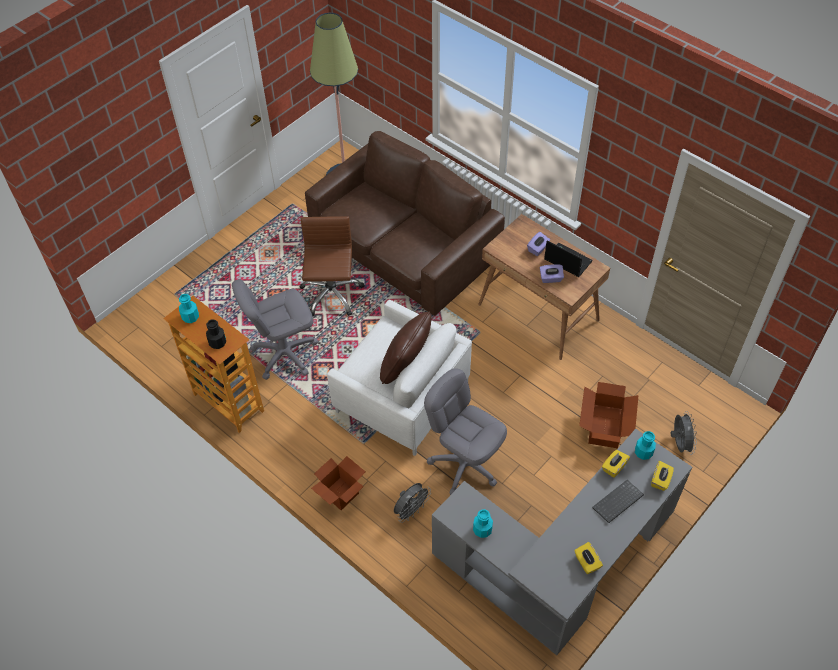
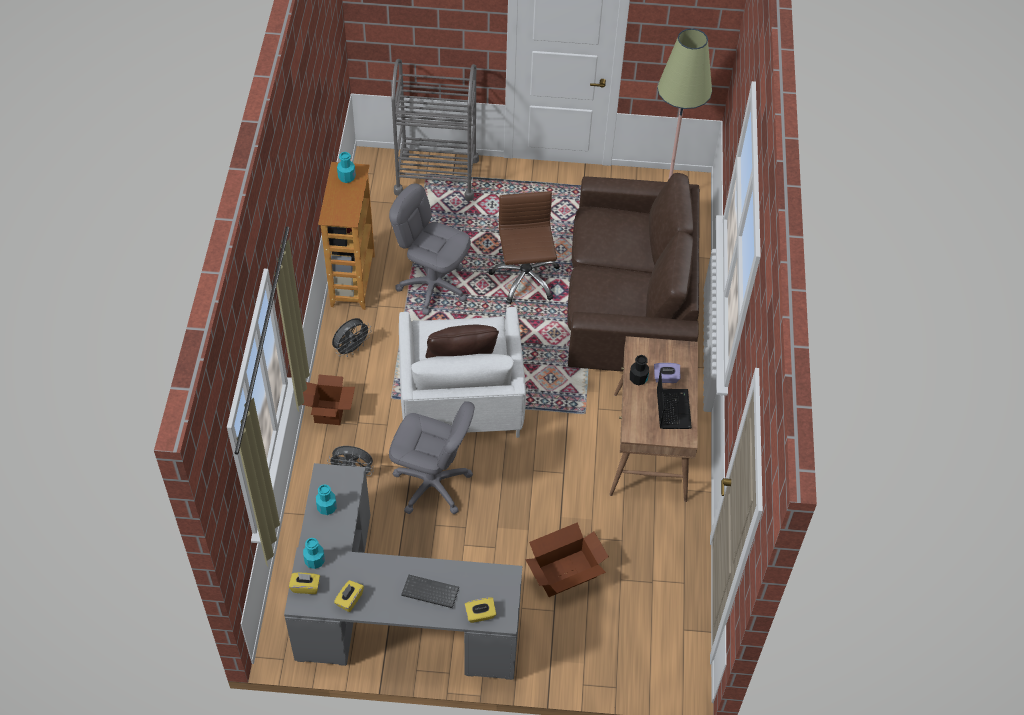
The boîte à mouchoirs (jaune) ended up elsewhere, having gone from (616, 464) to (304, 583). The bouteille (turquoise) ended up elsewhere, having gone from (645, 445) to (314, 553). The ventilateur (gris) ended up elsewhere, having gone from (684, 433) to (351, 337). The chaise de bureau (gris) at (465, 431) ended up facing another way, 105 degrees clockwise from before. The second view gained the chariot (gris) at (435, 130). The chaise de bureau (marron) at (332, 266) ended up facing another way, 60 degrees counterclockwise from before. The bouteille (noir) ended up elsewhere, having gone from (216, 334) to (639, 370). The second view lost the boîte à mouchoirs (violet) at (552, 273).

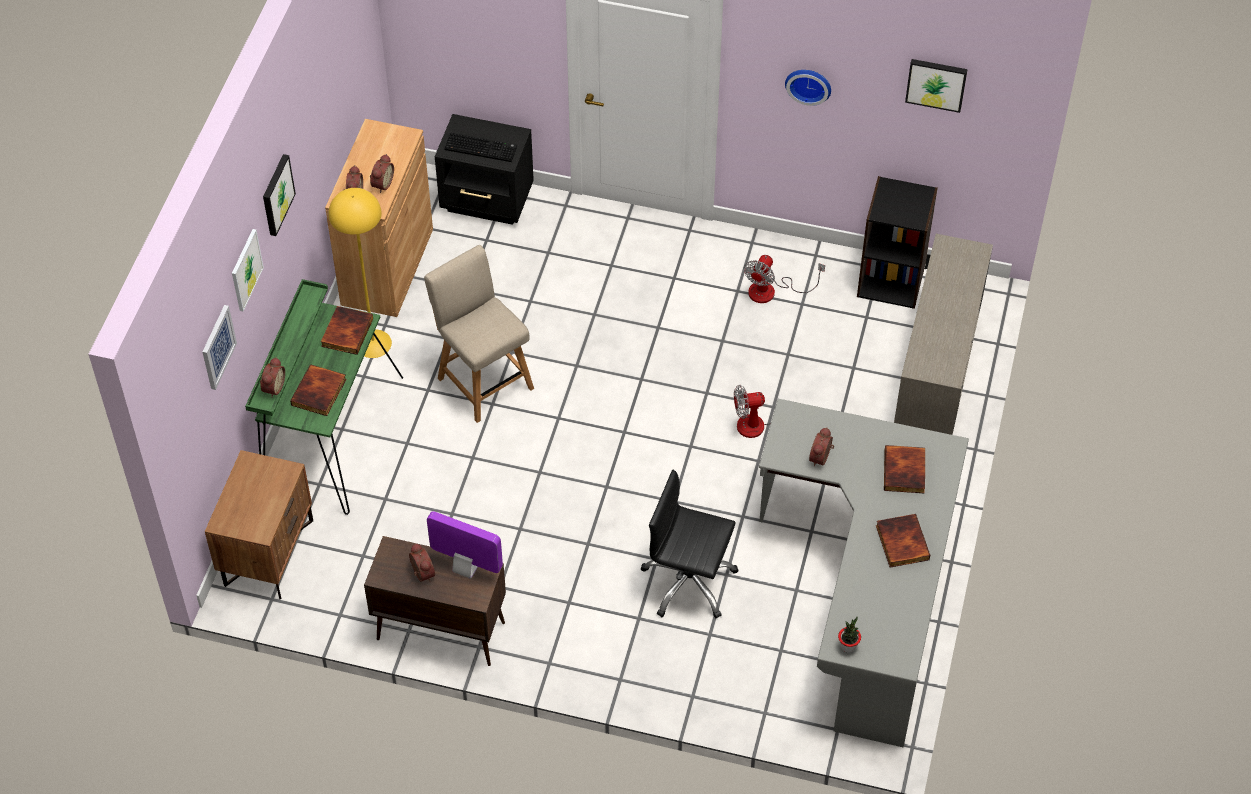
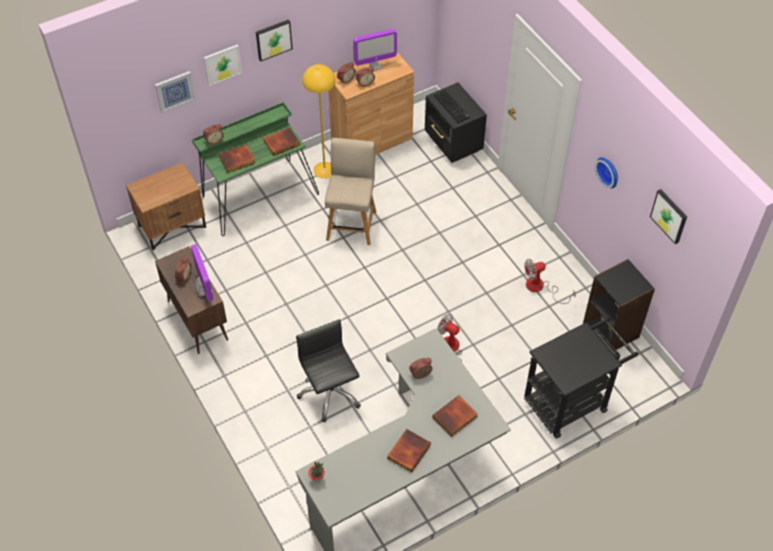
The second view gained the écran d'ordinateur at (375, 49). Where the meuble de rangement (beige) stood at (943, 334), the chariot (noir) came to stand at (581, 378).

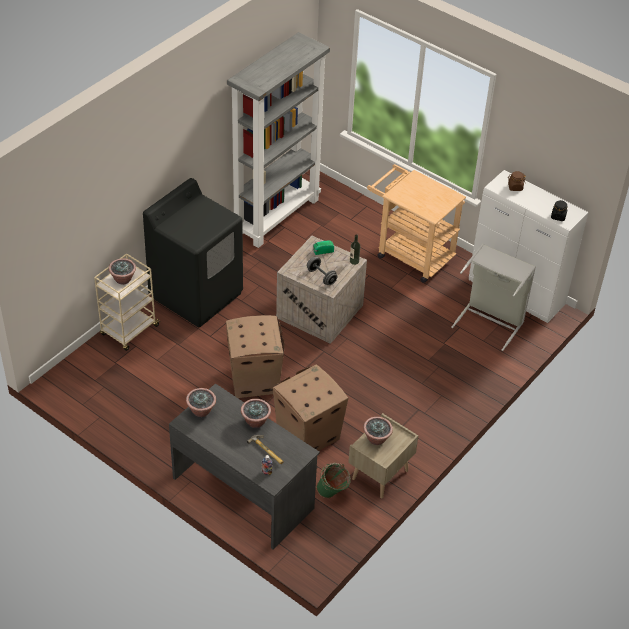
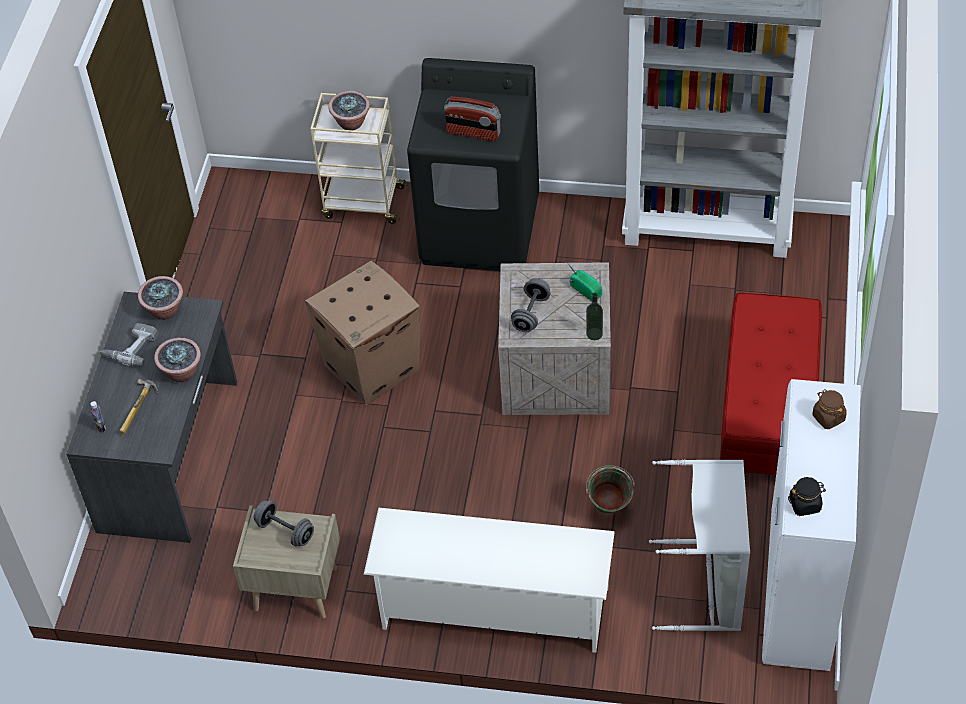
The second view gained the perceuse at (129, 345). Where the plante en pot stood at (378, 431), the haltère (gris) came to stand at (284, 523). The second view gained the étagère à chaussures (blanc) at (489, 580). The second view gained the radio at (472, 118). The seau (vert) ended up elsewhere, having gone from (334, 480) to (610, 489). Where the chariot (beige) stood at (416, 223), the banc (rouge) came to stand at (771, 384). The second view lost the carton at (310, 407).

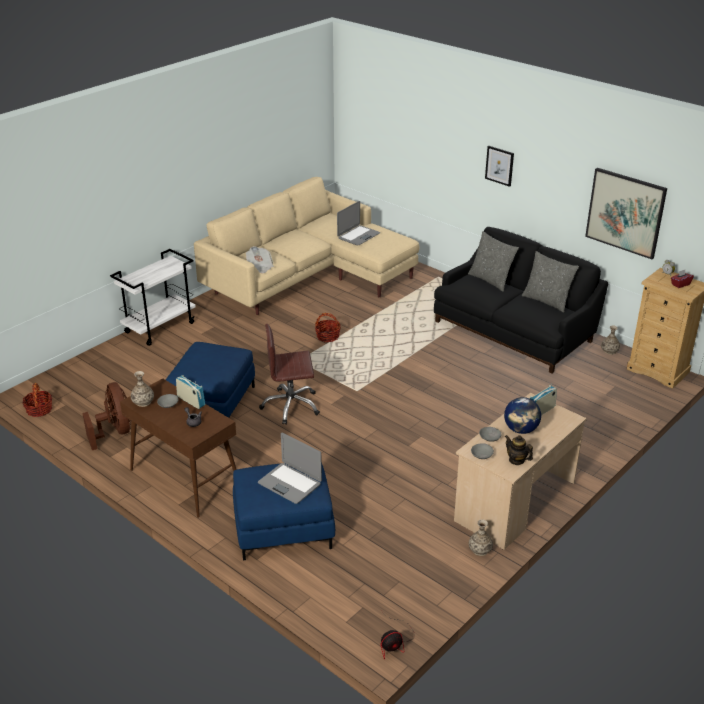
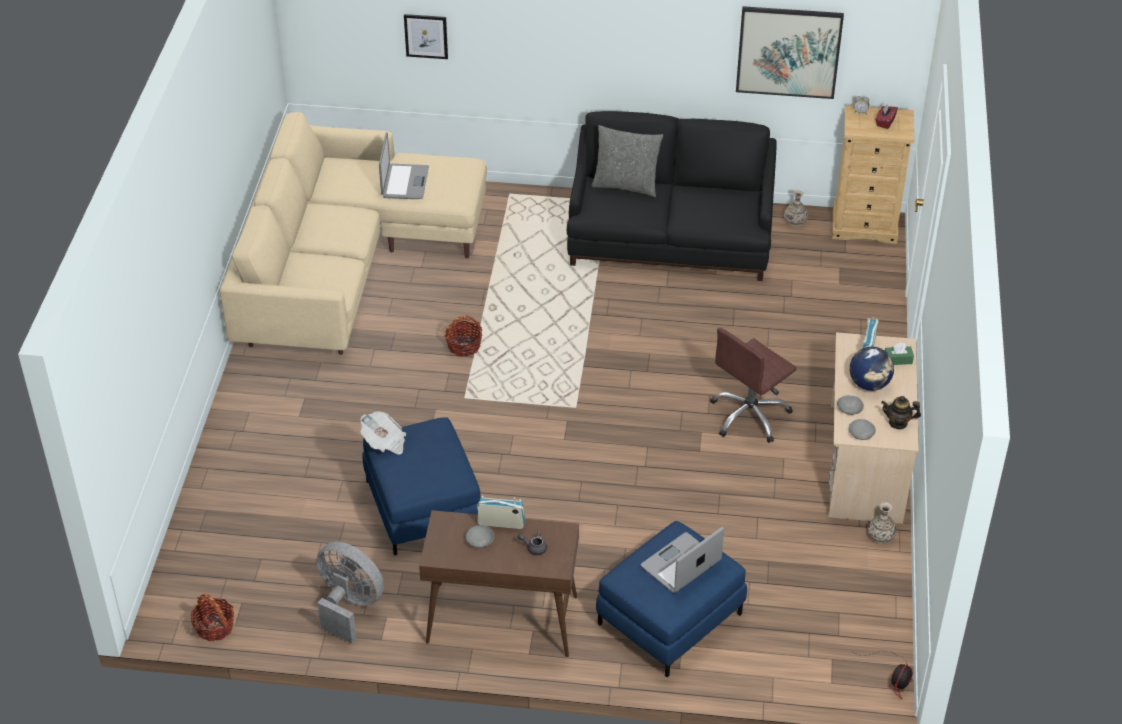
What was the ventilateur (marron) at (107, 416) turned into the ventilateur (gris) at (350, 592). The journal ended up elsewhere, having gone from (260, 260) to (383, 433). The tableau ended up elsewhere, having gone from (499, 166) to (426, 36). The ordinateur portable at (290, 468) ended up facing another way, 135 degrees clockwise from before. The chaise de bureau (marron) ended up elsewhere, having gone from (289, 374) to (753, 385). The second view gained the boîte à mouchoirs (vert) at (899, 354). The second view lost the chariot (blanc) at (153, 297). The second view lost the vase at (142, 389). The second view lost the coussin (gris) at (550, 282).

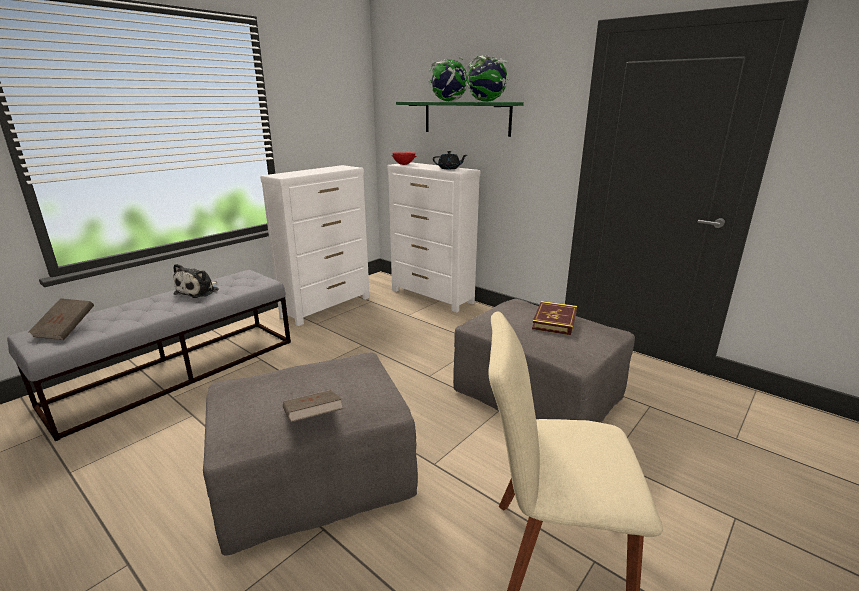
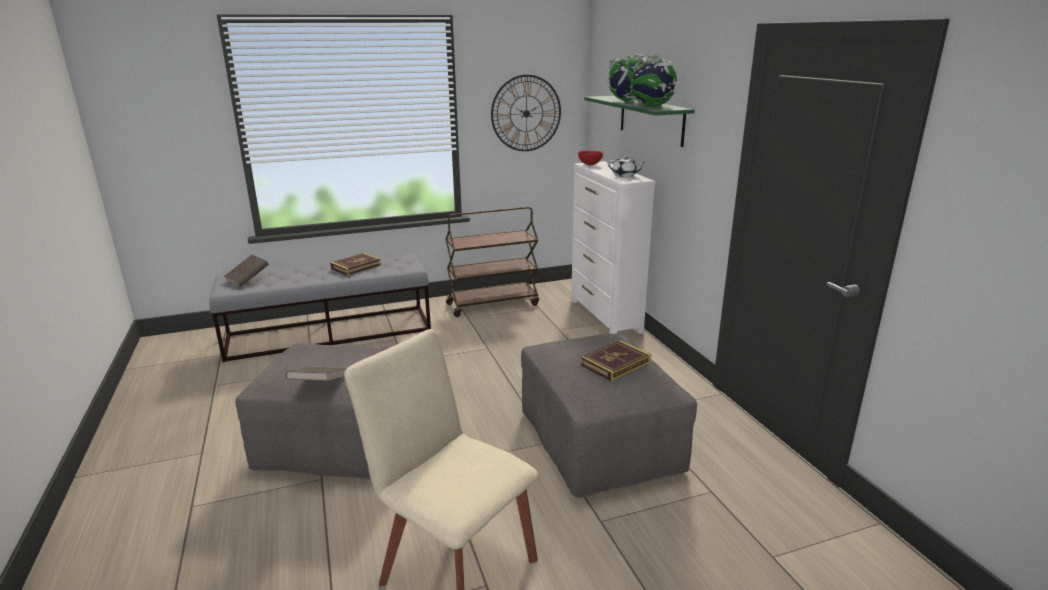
Where the peluche stood at (196, 281), the livre came to stand at (356, 264). Where the commode (blanc) stood at (315, 245), the chariot (marron) came to stand at (492, 262). The second view gained the horloge murale at (526, 113). What was the théière (noir) at (450, 160) turned into the théière (blanc) at (626, 166).

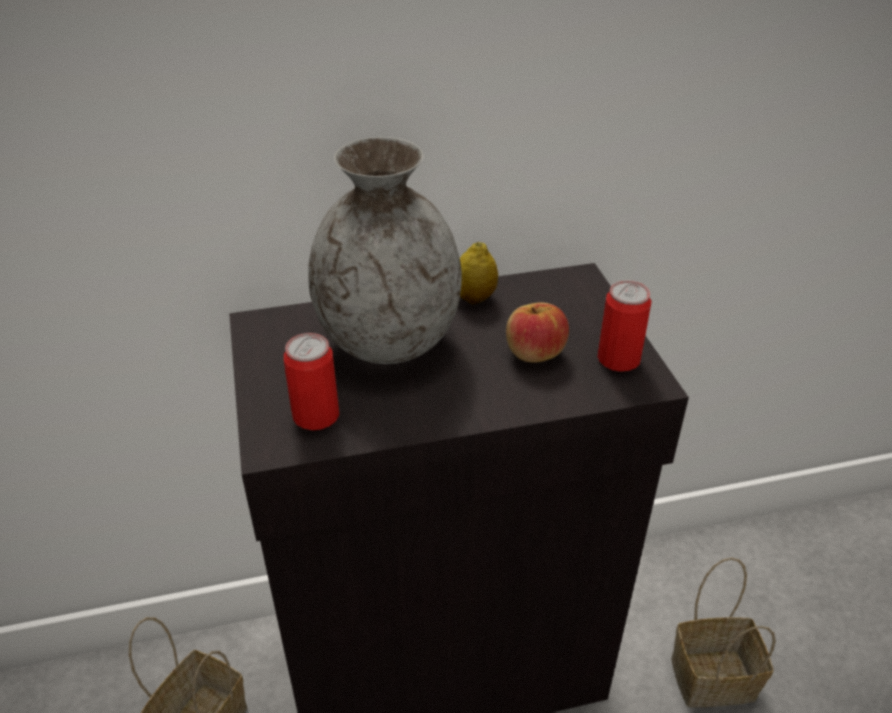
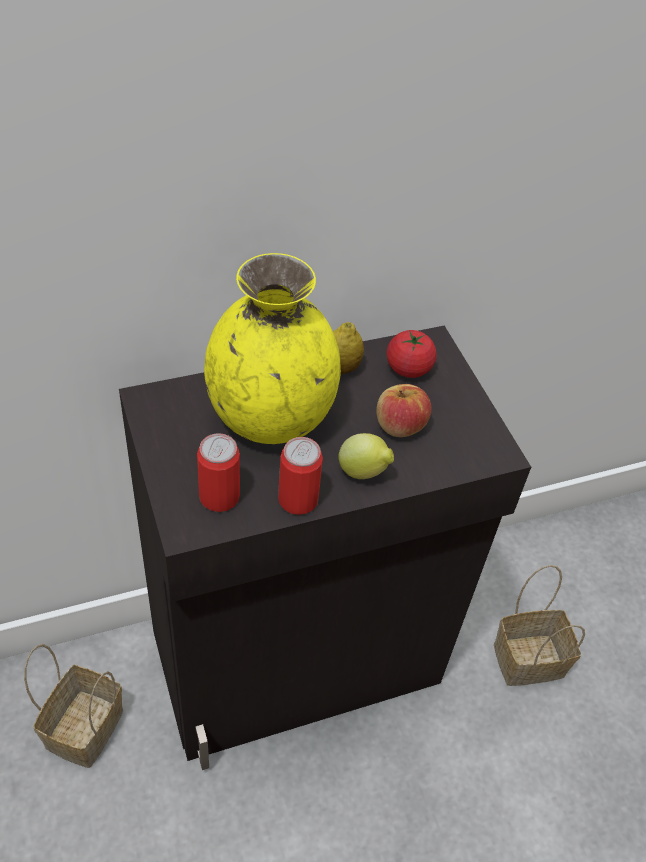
What was the vase (gris) at (385, 250) turned into the vase (jaune) at (272, 348). The boîte métallique ended up elsewhere, having gone from (624, 326) to (300, 476). The second view gained the citron at (366, 456). The second view gained the tomate at (411, 354).

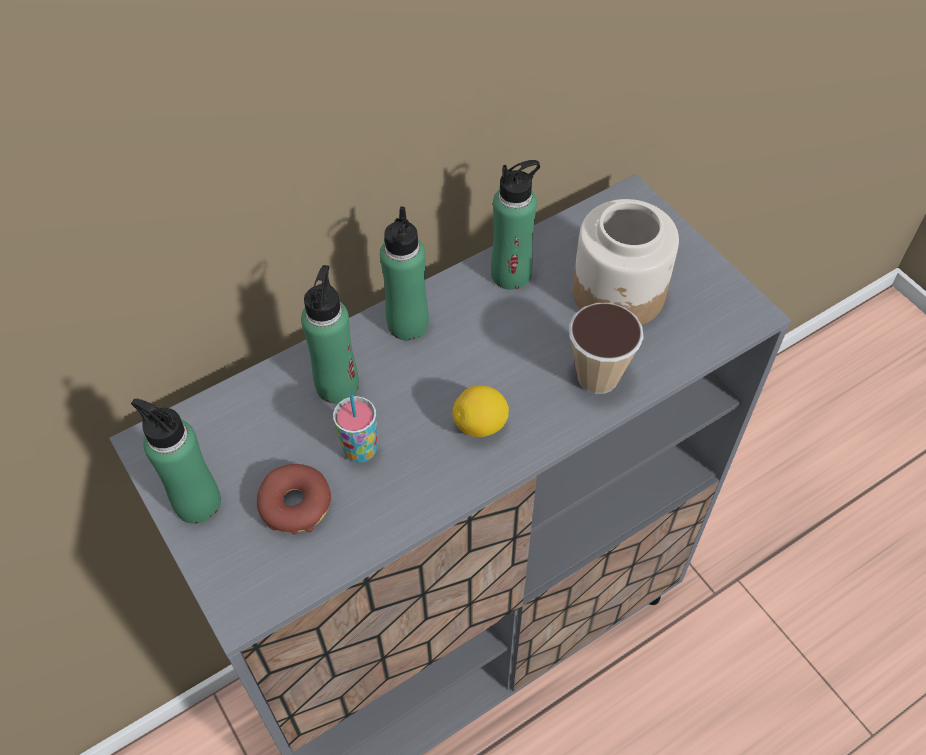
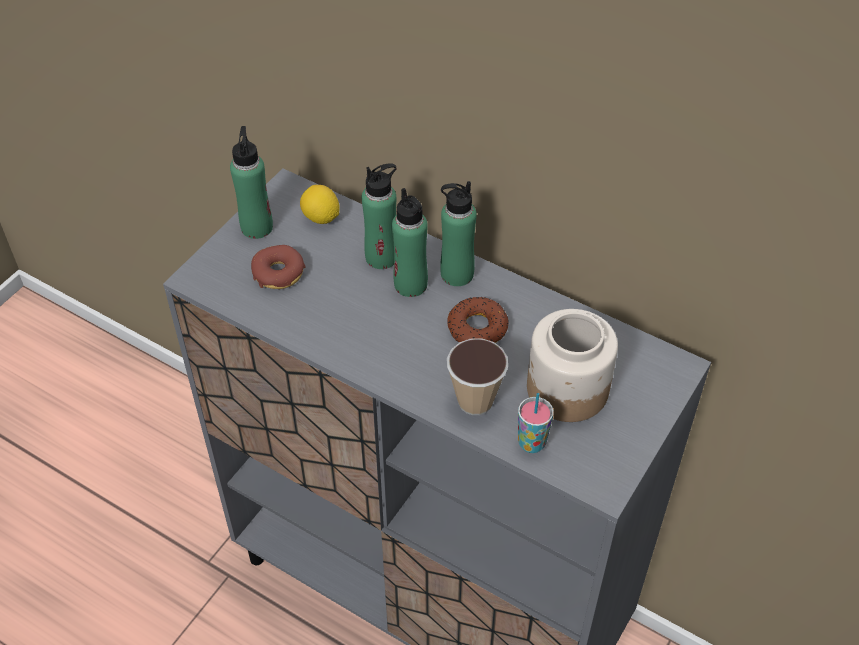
The citron ended up elsewhere, having gone from (480, 411) to (320, 204). The bouteille (vert) ended up elsewhere, having gone from (515, 225) to (410, 242). The second view gained the beignet at (478, 320). The tasse ended up elsewhere, having gone from (355, 428) to (535, 423).

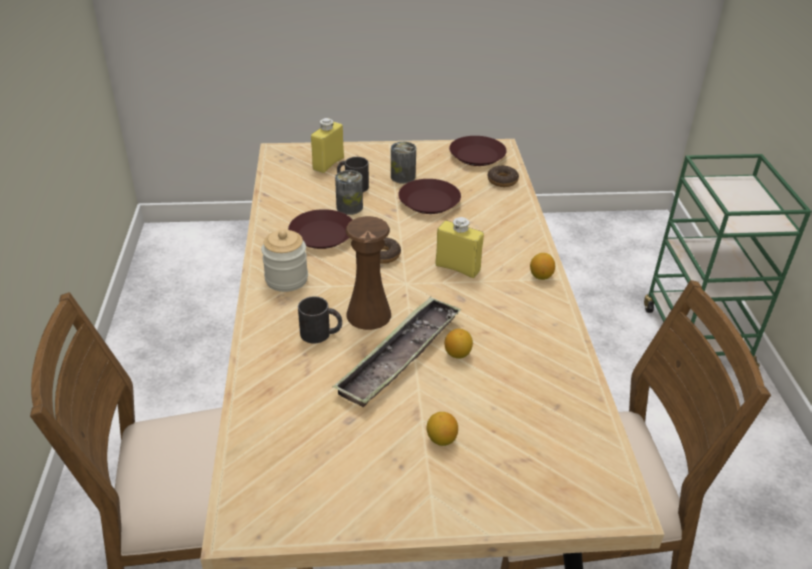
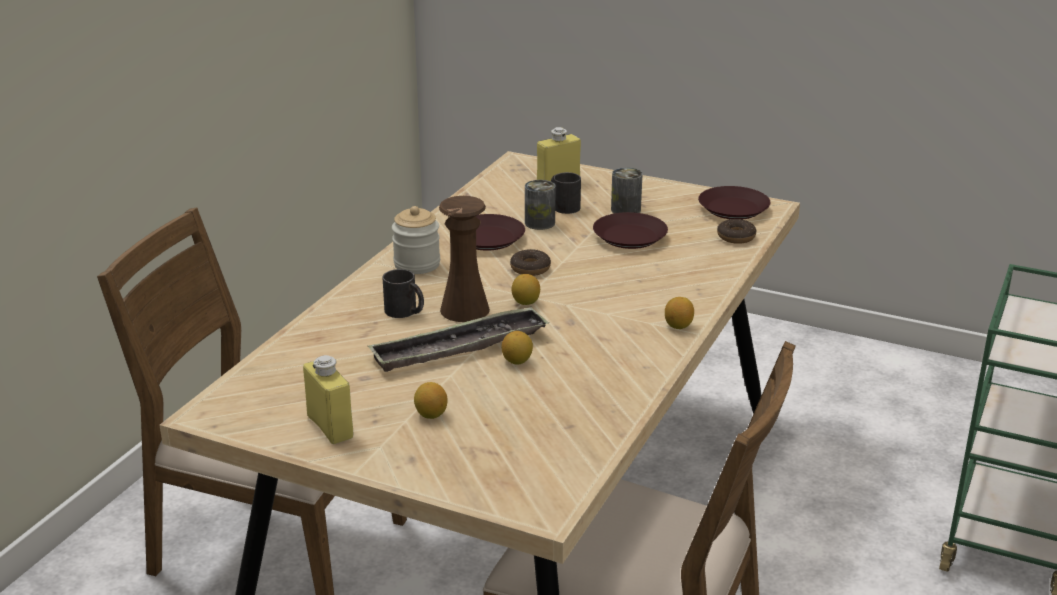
The bouteille (jaune) ended up elsewhere, having gone from (460, 247) to (328, 399). The second view gained the citron at (526, 289).

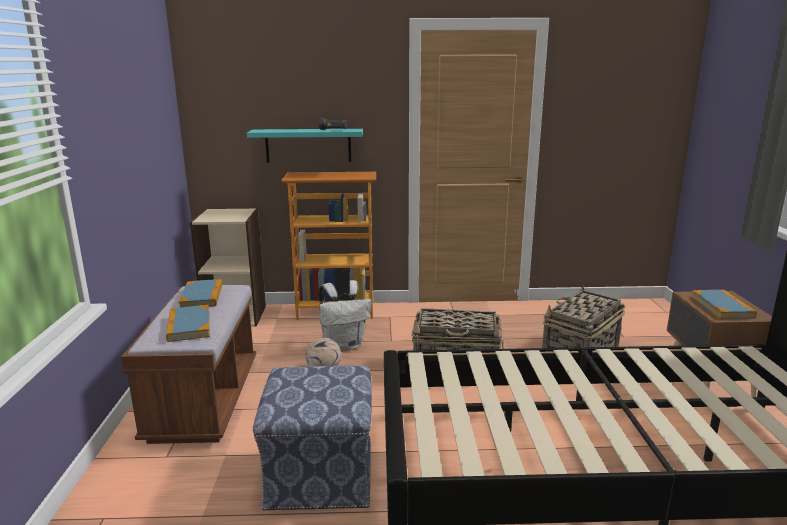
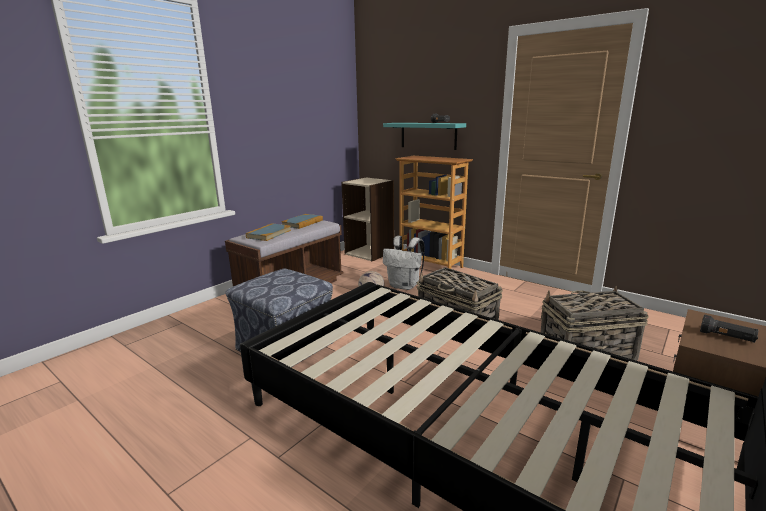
Where the livre stood at (724, 304), the lampe de poche (noir) came to stand at (729, 329).

